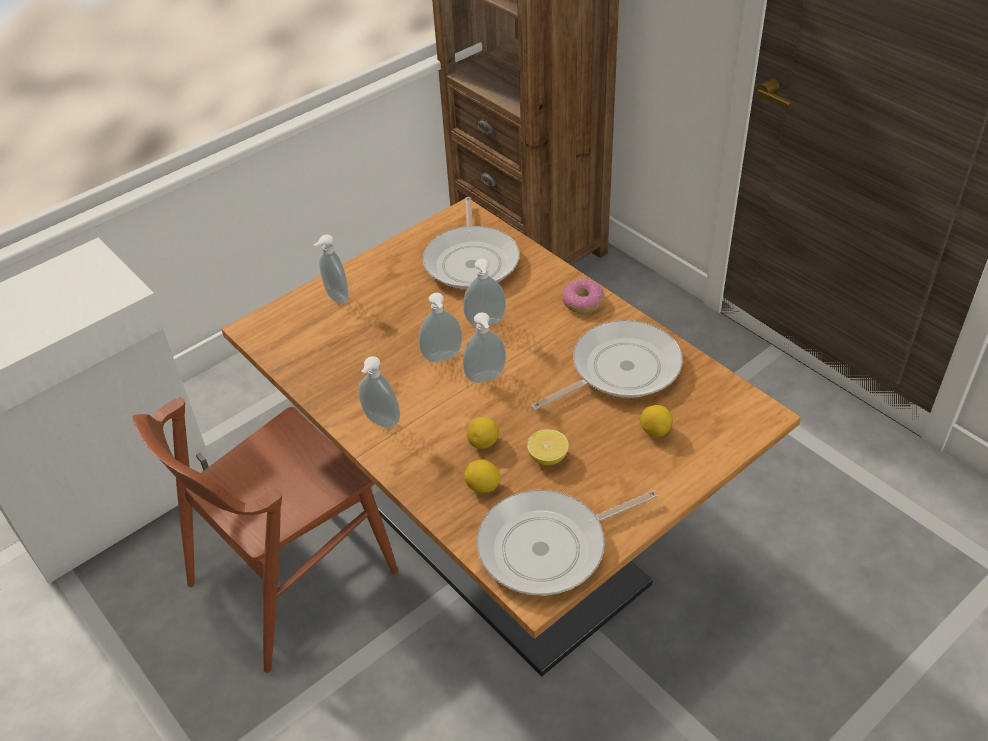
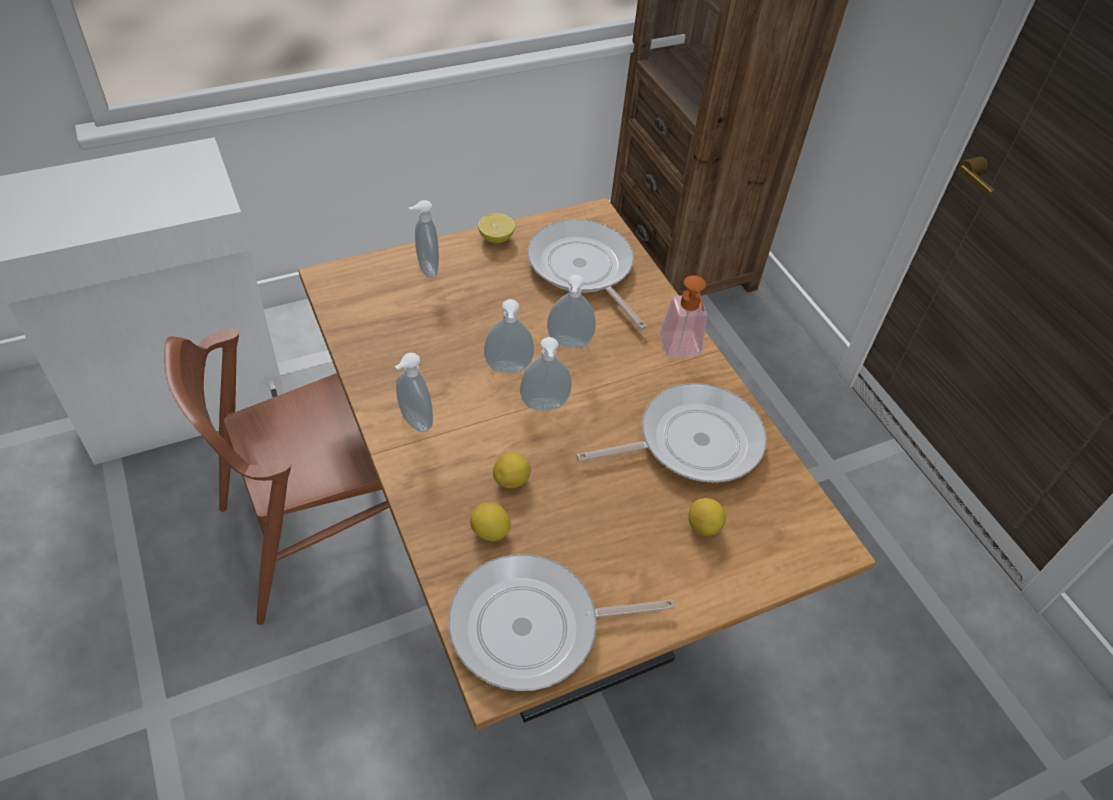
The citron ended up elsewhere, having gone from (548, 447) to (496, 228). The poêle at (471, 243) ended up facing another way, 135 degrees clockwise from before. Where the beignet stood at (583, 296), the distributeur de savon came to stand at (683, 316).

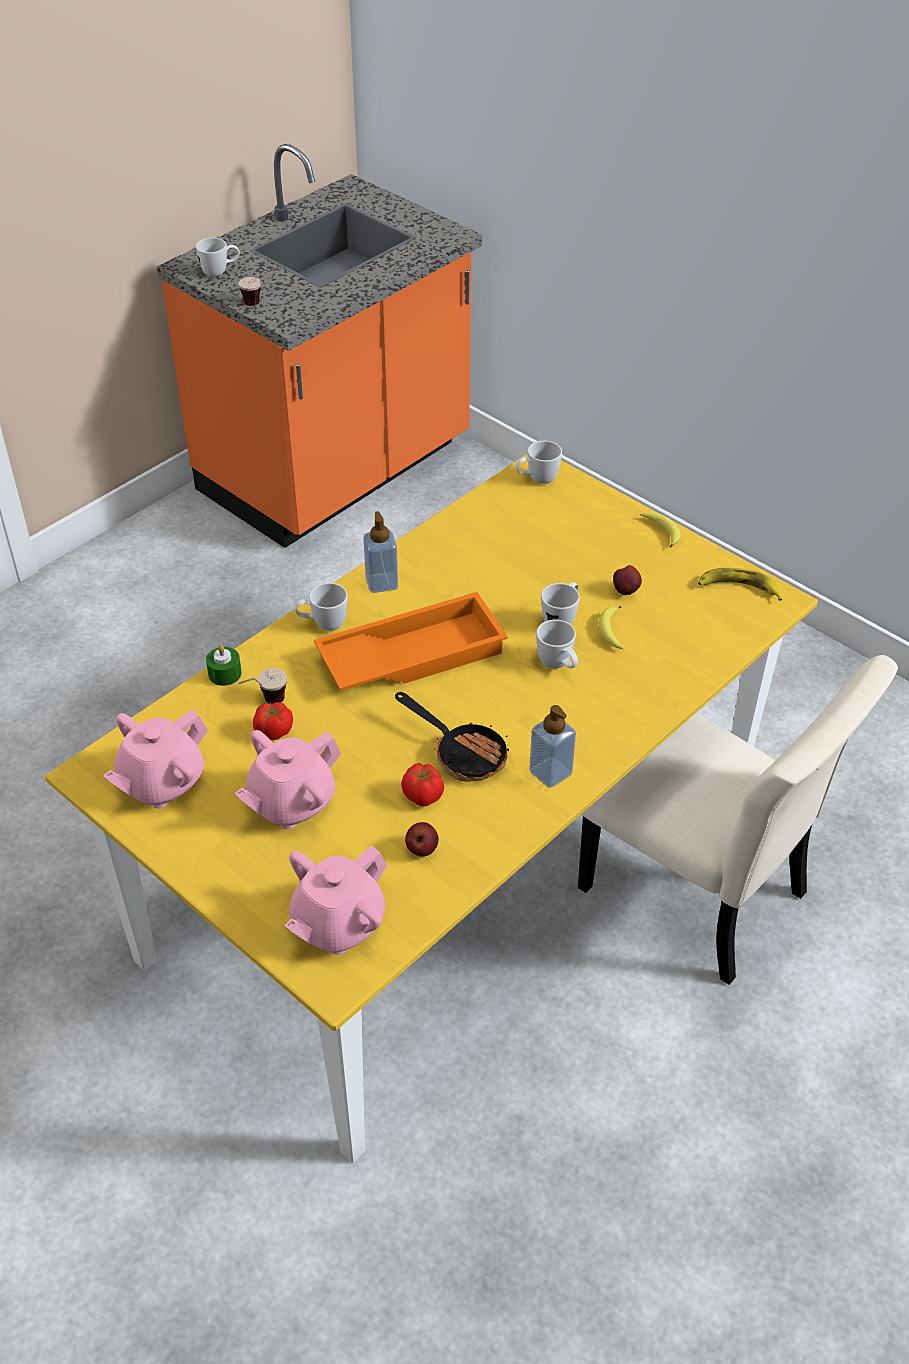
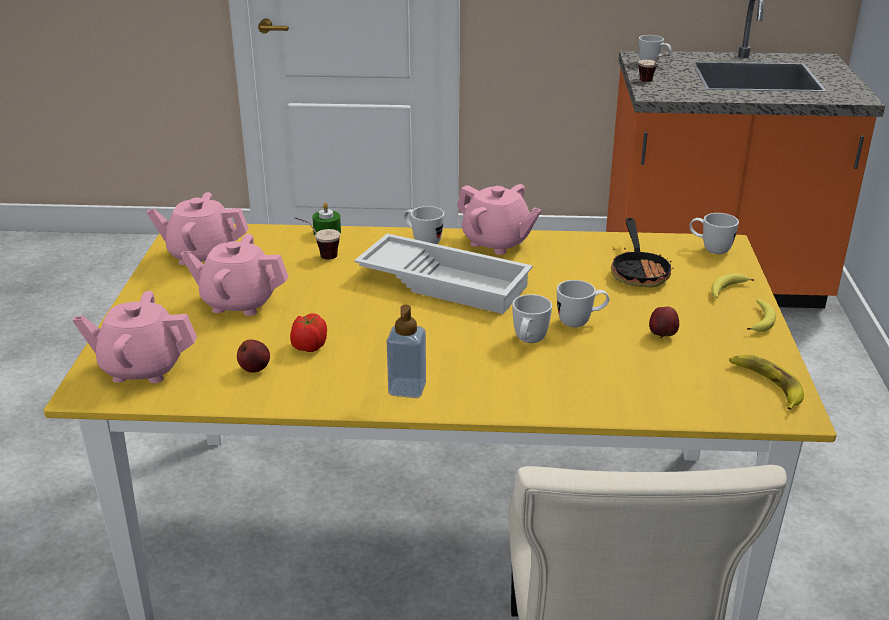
What was the plateau (orange) at (411, 641) turned into the plateau (blanc) at (443, 273). Where the distributeur de savon stood at (380, 552), the théière (rose) came to stand at (499, 219). The poêle ended up elsewhere, having gone from (452, 737) to (642, 253). The banane ended up elsewhere, having gone from (611, 627) to (732, 285). The second view lost the tomate at (273, 721).

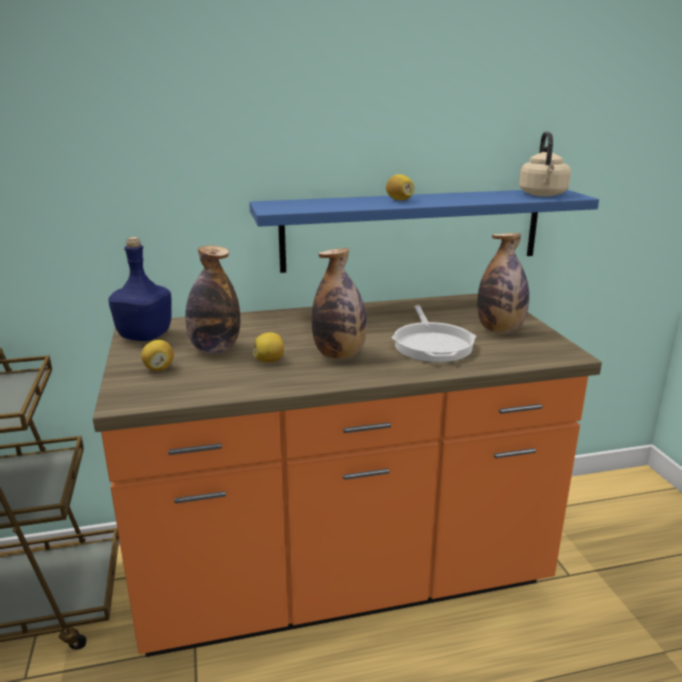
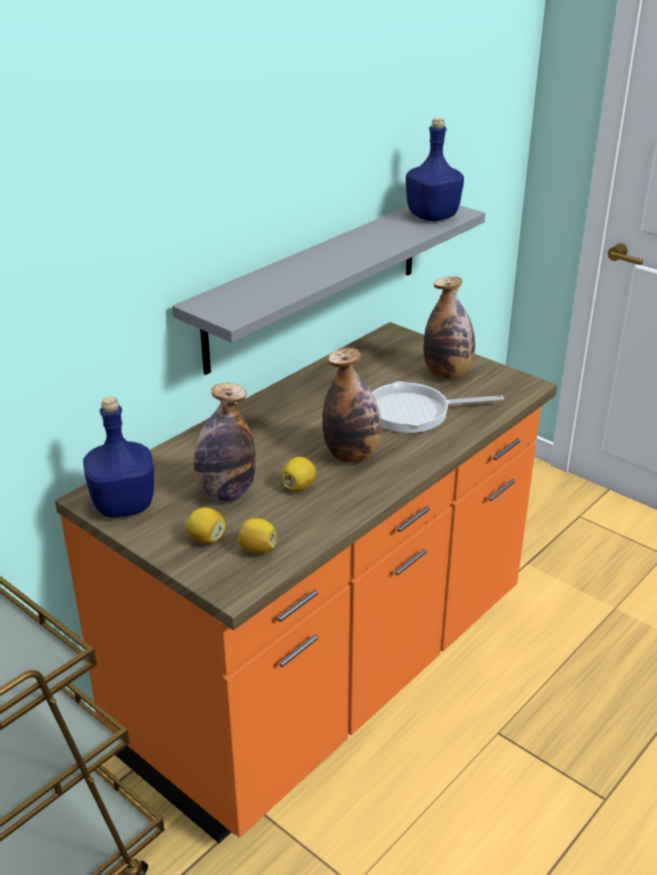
What was the étagère (bleu) at (424, 231) turned into the étagère (gris) at (328, 290). The citron ended up elsewhere, having gone from (400, 187) to (257, 535). The poêle at (434, 333) ended up facing another way, 120 degrees clockwise from before. Where the bouilloire (beige) stood at (545, 163), the bouteille (bleu) came to stand at (435, 169).

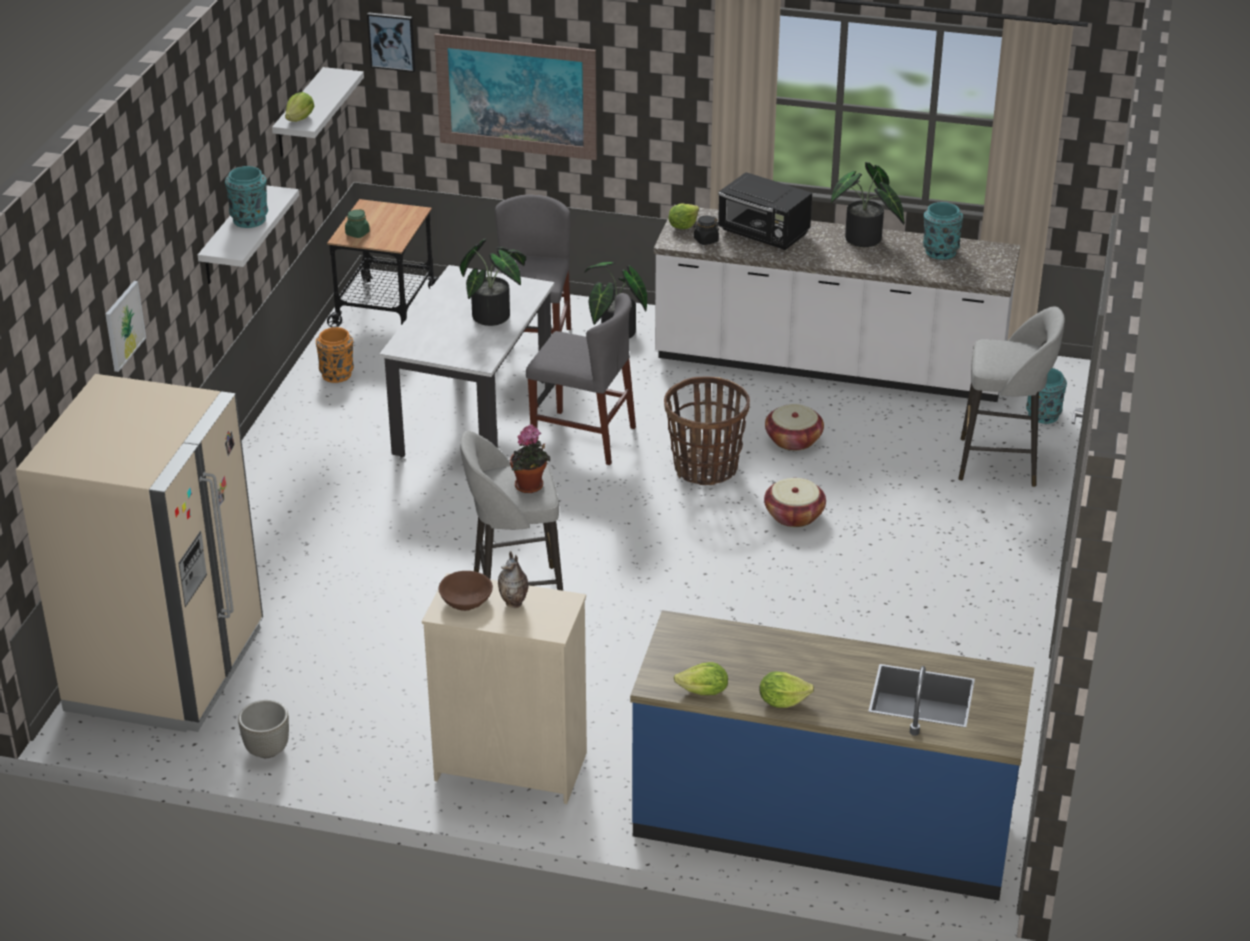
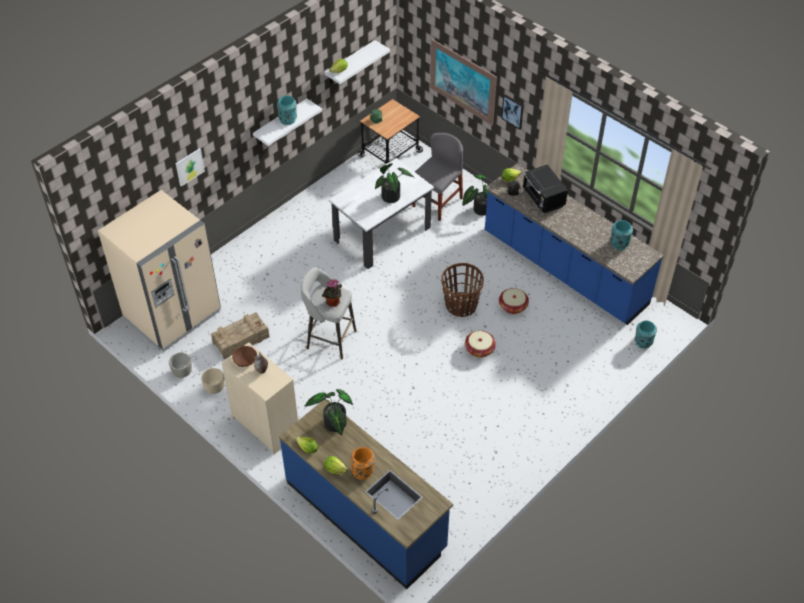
The second view gained the cache-pot (beige) at (212, 381). The second view gained the caisse at (240, 335). The plante en pot ended up elsewhere, having gone from (868, 204) to (328, 412). The vase (orange) ended up elsewhere, having gone from (335, 355) to (362, 463). What was the comptoir de cuisine (blanc) at (836, 303) turned into the comptoir de cuisine (bleu) at (574, 244). The tableau ended up elsewhere, having gone from (391, 42) to (512, 112). The second view lost the chaise (gris) at (581, 379). The second view lost the tabouret (gris) at (1011, 396).

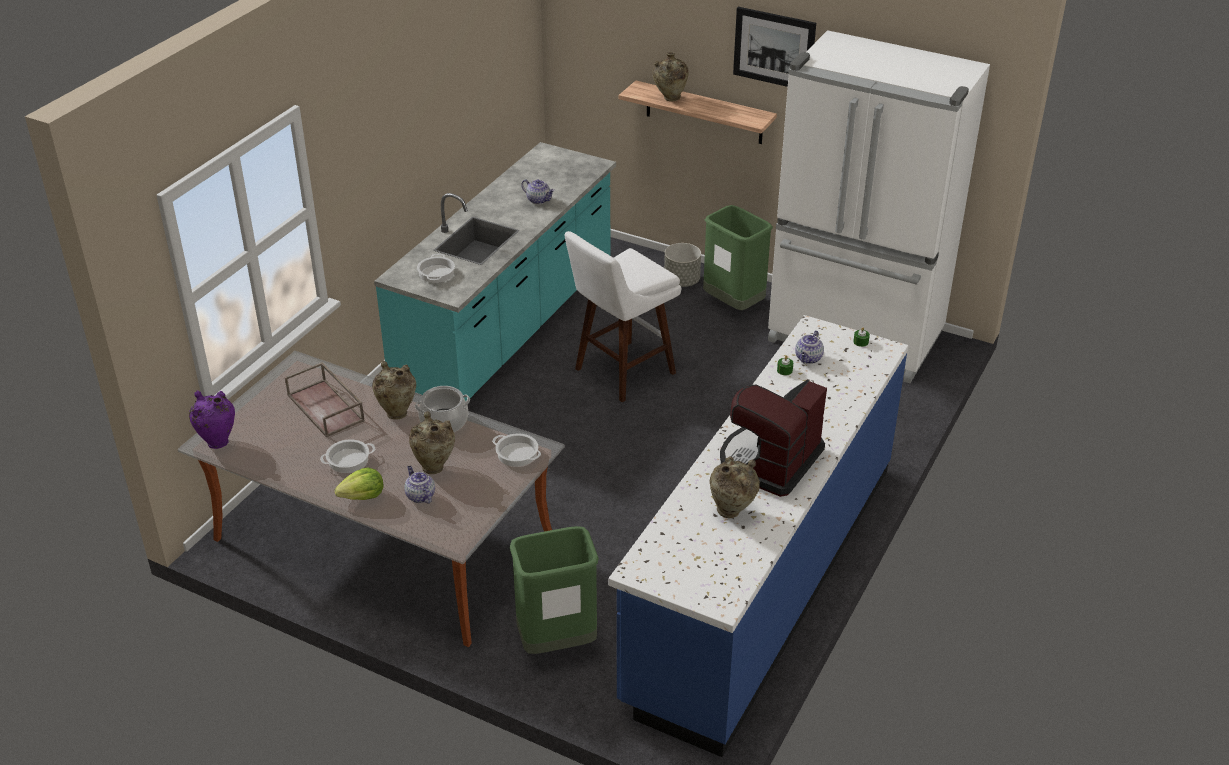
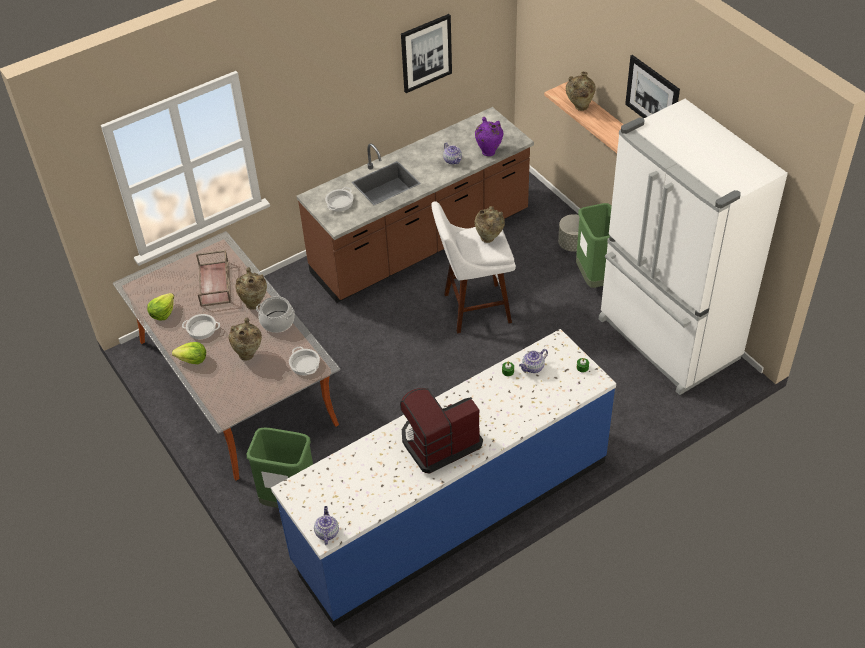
The second view gained the laitue at (160, 307). What was the comptoir de cuisine (turquoise) at (495, 271) turned into the comptoir de cuisine (marron) at (415, 205). The théière ended up elsewhere, having gone from (419, 485) to (326, 525). The second view gained the tableau at (426, 53). The vase (beige) ended up elsewhere, having gone from (734, 487) to (489, 224). The vase (violet) ended up elsewhere, having gone from (212, 420) to (489, 136).

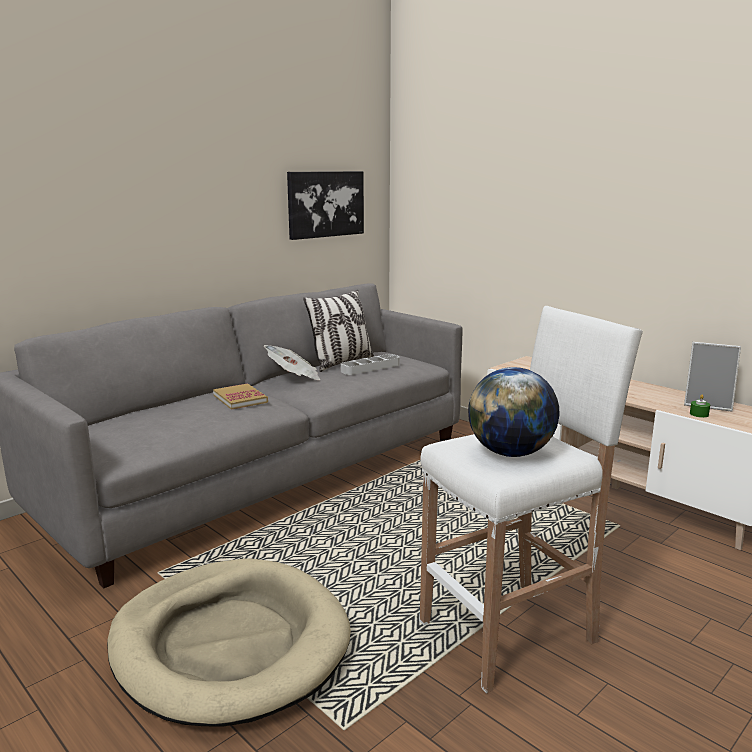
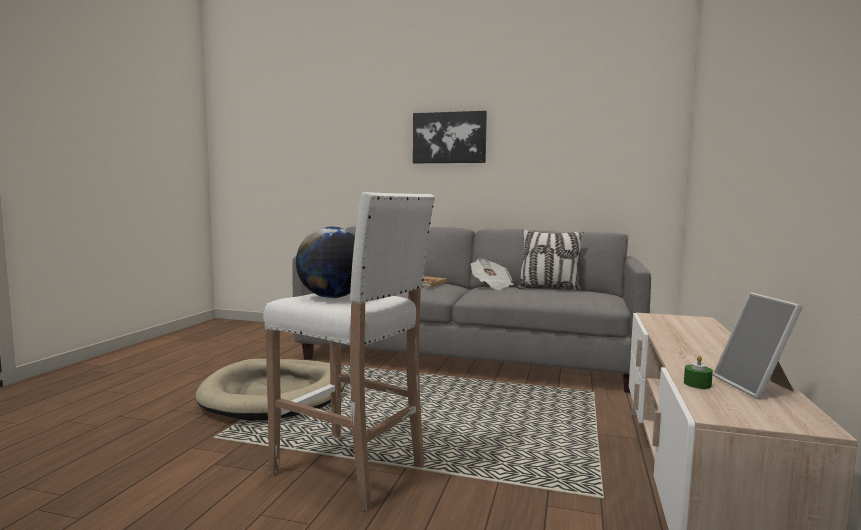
The tableau ended up elsewhere, having gone from (325, 205) to (450, 137). The second view lost the plateau (gris) at (370, 364).

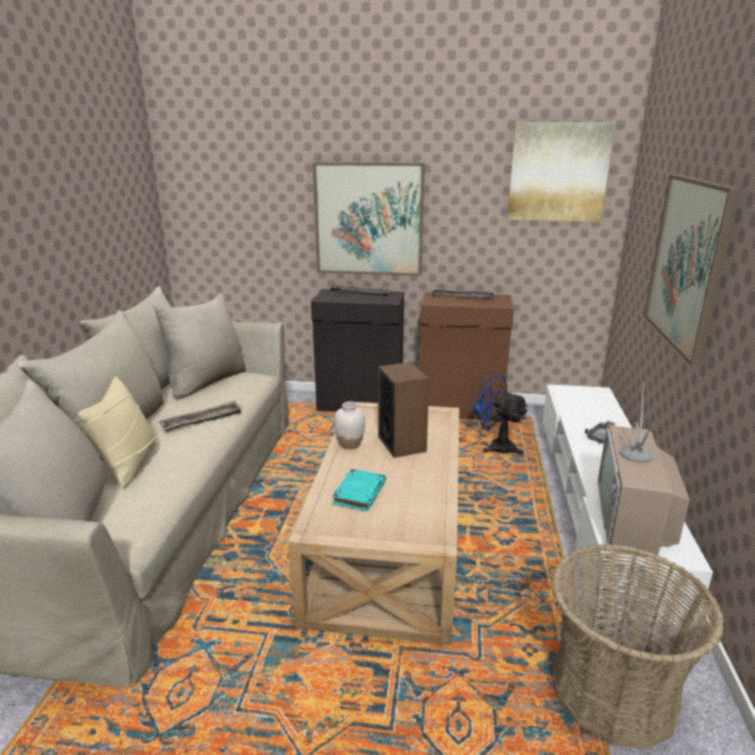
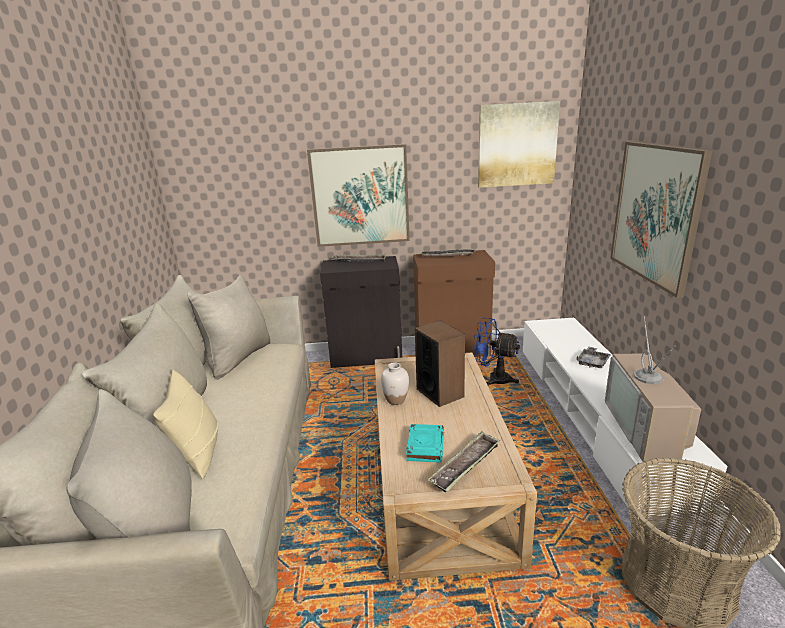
The plateau ended up elsewhere, having gone from (200, 415) to (464, 461).

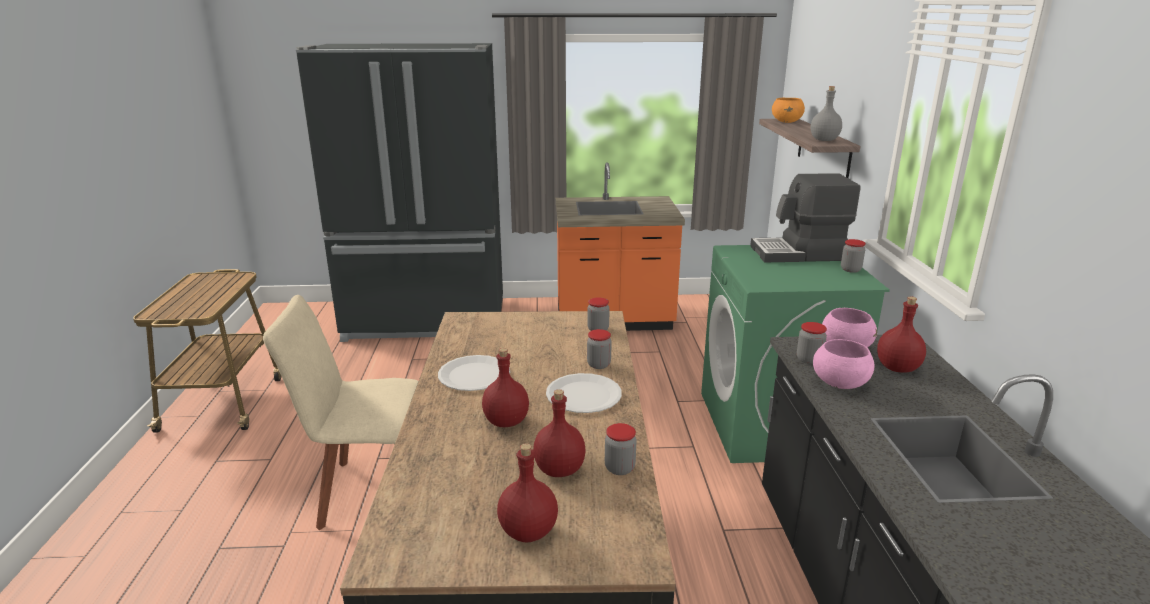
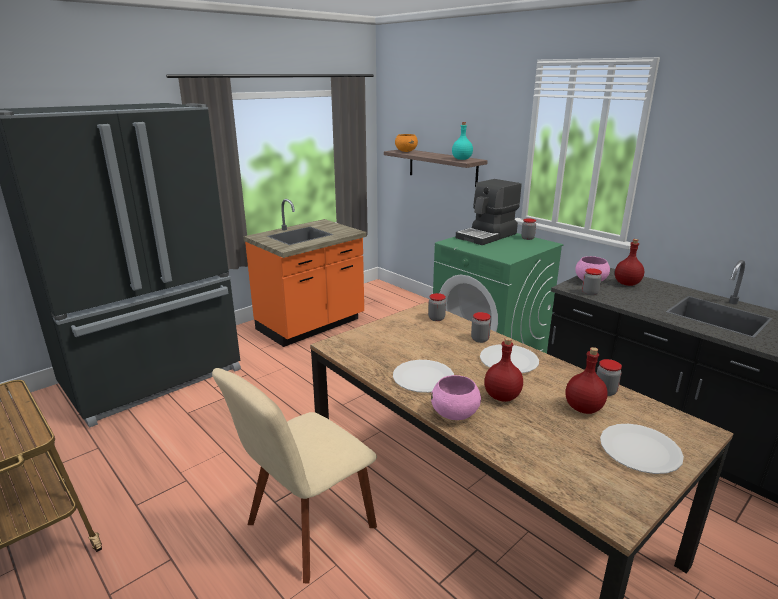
The bol (rose) ended up elsewhere, having gone from (843, 364) to (456, 397). What was the bouteille (gris) at (826, 113) turned into the bouteille (turquoise) at (462, 141). Where the bouteille (rouge) stood at (527, 492), the assiette (blanc) came to stand at (642, 449).

